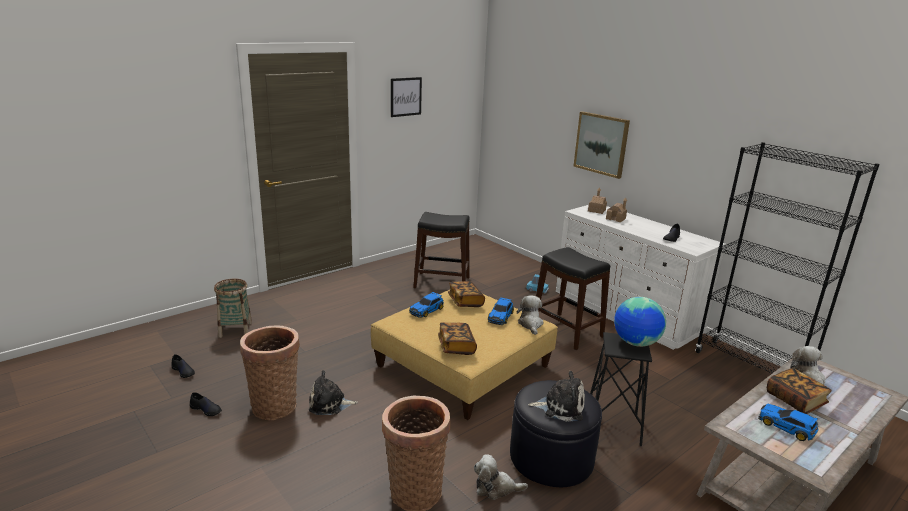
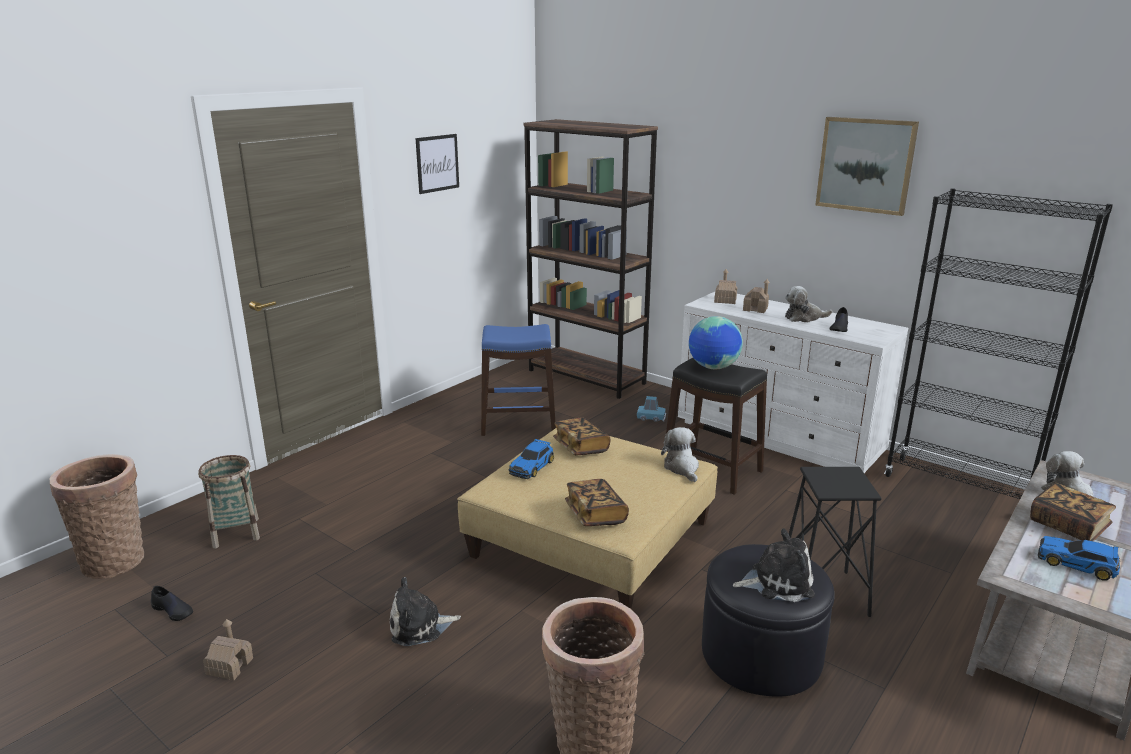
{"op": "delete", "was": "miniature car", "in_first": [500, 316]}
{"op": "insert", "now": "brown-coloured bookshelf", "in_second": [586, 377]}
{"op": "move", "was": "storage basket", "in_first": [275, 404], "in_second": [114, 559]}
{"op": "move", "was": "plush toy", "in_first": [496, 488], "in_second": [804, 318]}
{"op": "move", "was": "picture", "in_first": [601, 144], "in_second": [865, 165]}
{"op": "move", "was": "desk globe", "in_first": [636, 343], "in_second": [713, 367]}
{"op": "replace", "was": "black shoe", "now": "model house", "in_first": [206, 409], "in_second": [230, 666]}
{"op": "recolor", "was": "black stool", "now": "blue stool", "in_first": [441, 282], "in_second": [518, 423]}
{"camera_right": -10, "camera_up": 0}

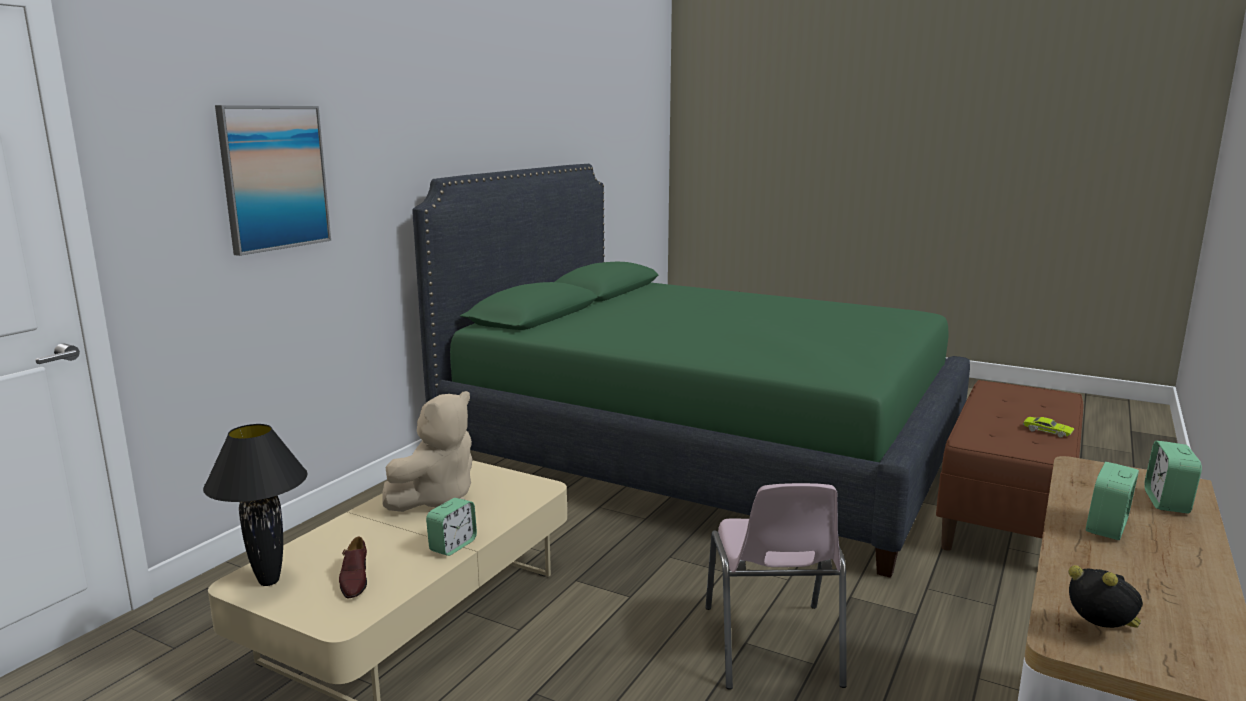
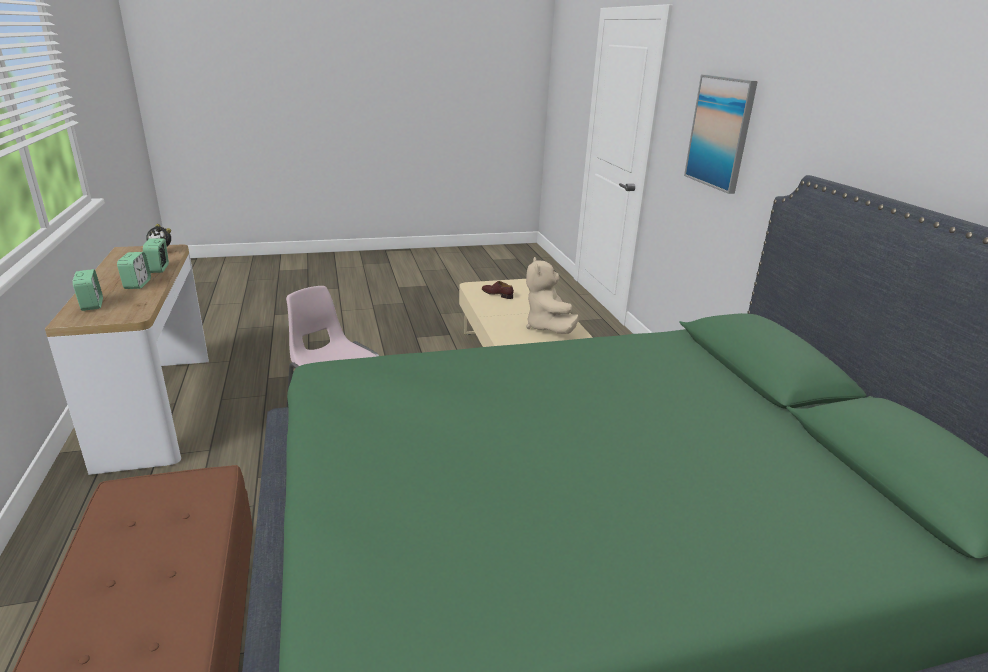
{"op": "delete", "was": "black tabletop lamp", "in_first": [270, 581]}
{"op": "delete", "was": "green-coloured miniature car", "in_first": [1047, 431]}
{"op": "move", "was": "alarm clock", "in_first": [453, 546], "in_second": [158, 269]}
{"camera_right": 135, "camera_up": 10}

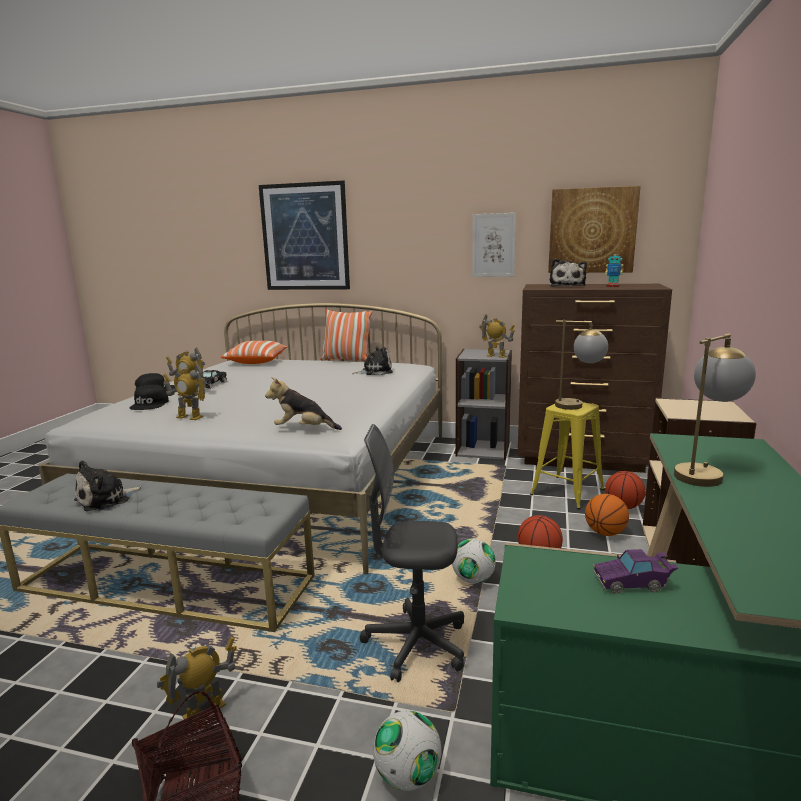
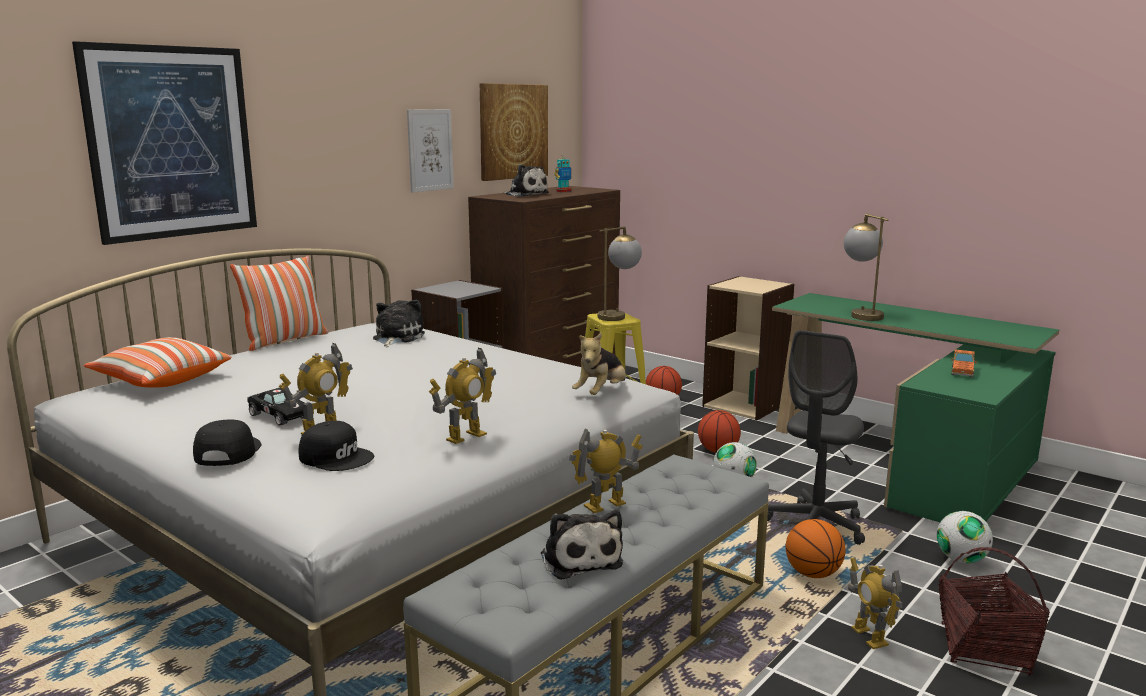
{"op": "move", "was": "robot figure", "in_first": [496, 356], "in_second": [605, 505]}
{"op": "move", "was": "basketball", "in_first": [605, 533], "in_second": [813, 574]}
{"op": "recolor", "was": "purplish miniature car", "now": "orange miniature car", "in_first": [633, 583], "in_second": [962, 371]}
{"camera_right": -65, "camera_up": 0}

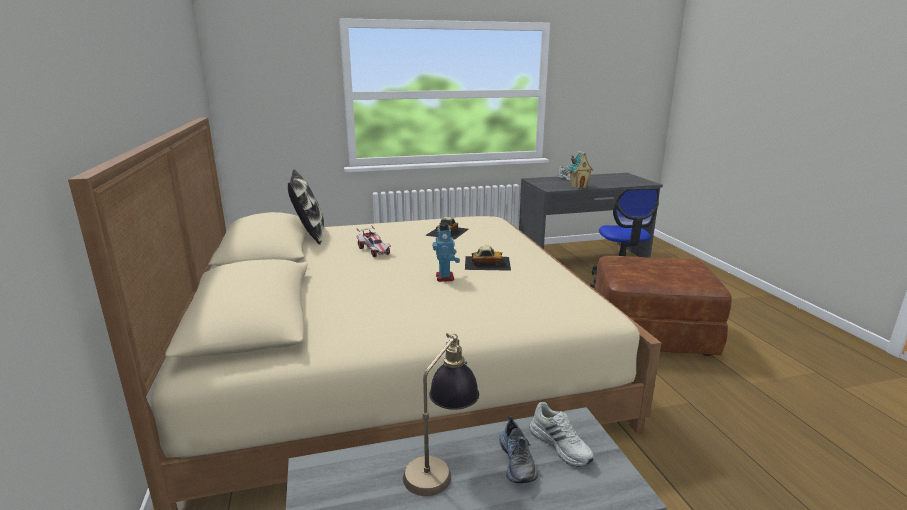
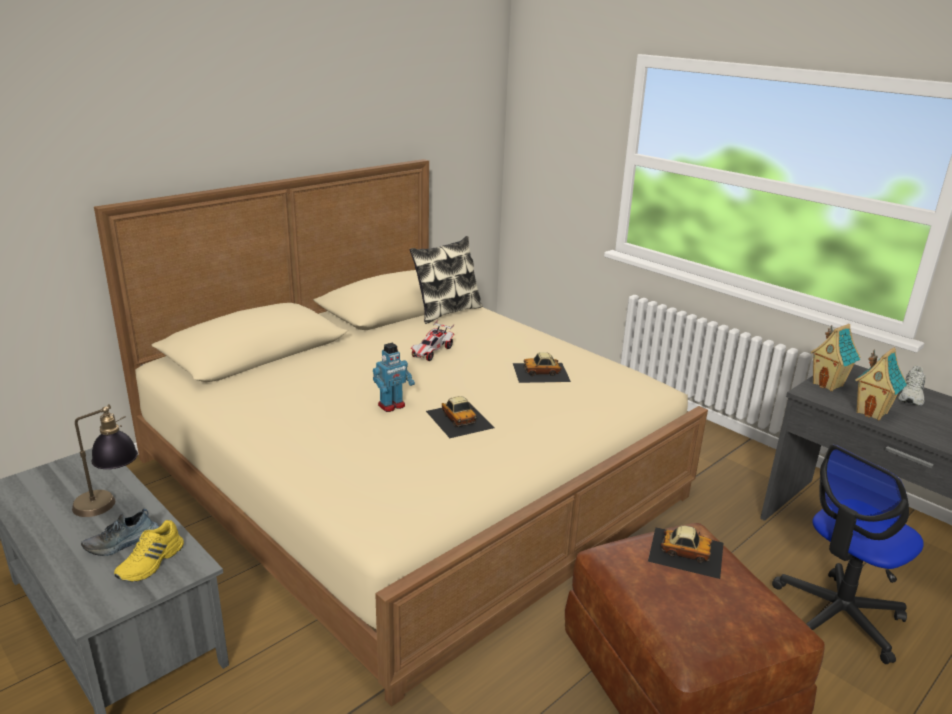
{"op": "insert", "now": "miniature car", "in_second": [686, 551]}
{"op": "insert", "now": "model house", "in_second": [828, 384]}
{"op": "recolor", "was": "white shoe", "now": "yellow shoe", "in_first": [561, 445], "in_second": [152, 563]}
{"camera_right": 60, "camera_up": 5}

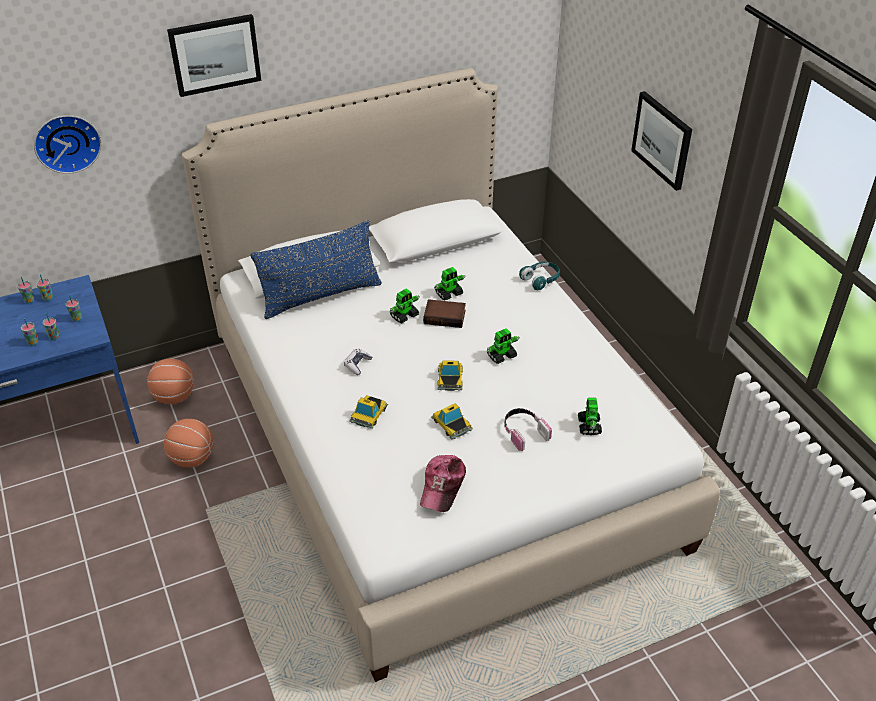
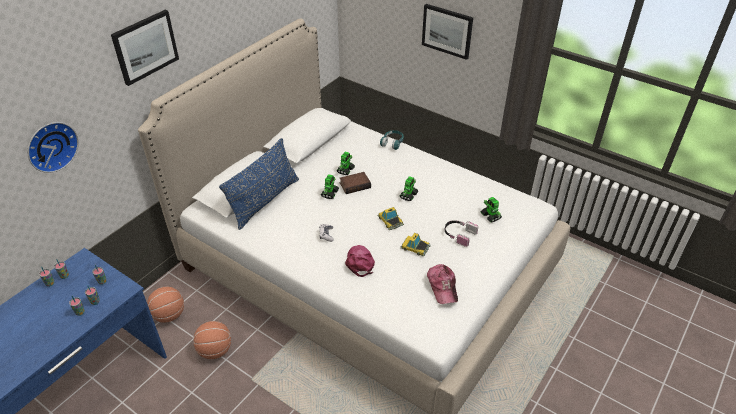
{"op": "replace", "was": "miniature car", "now": "pinkish cap", "in_first": [369, 414], "in_second": [360, 262]}
{"camera_right": -30, "camera_up": 0}

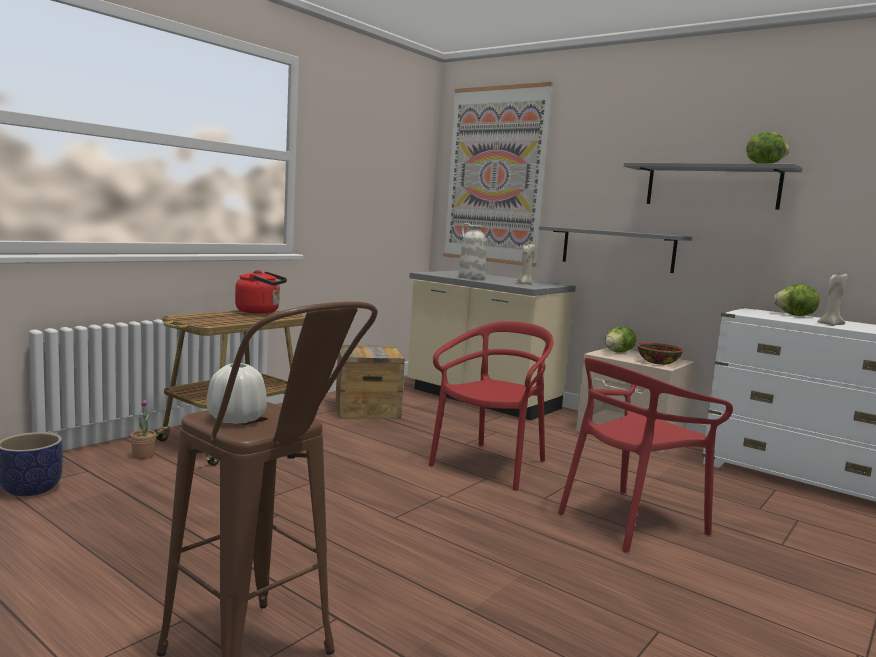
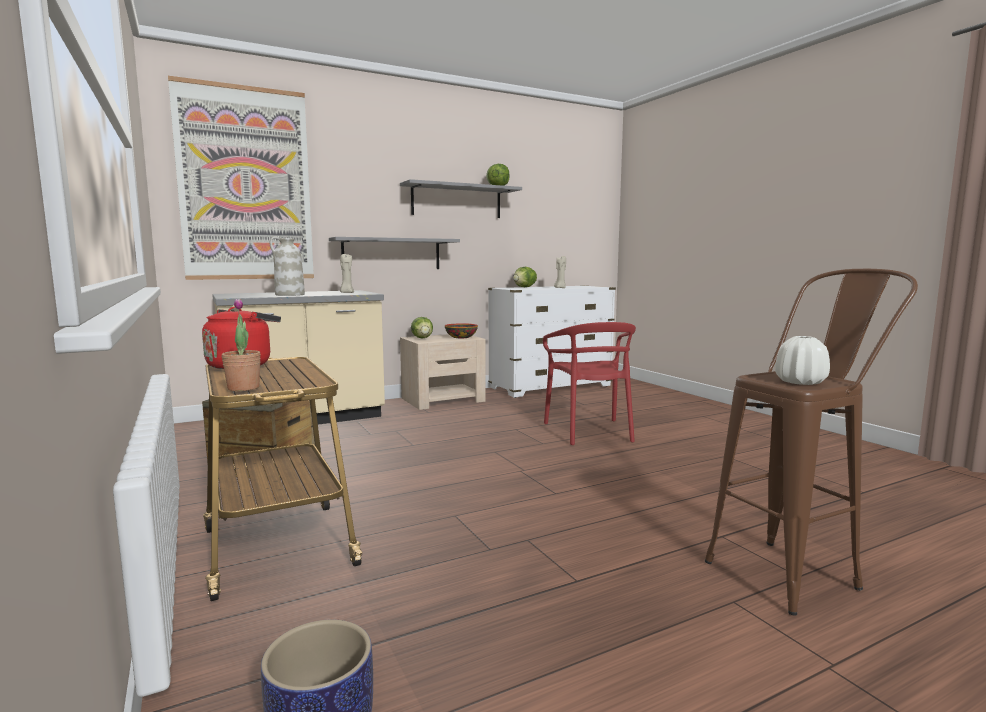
{"op": "delete", "was": "red-coloured chair", "in_first": [491, 465]}
{"op": "move", "was": "plant in a pot", "in_first": [143, 456], "in_second": [243, 388]}
{"camera_right": -65, "camera_up": 0}

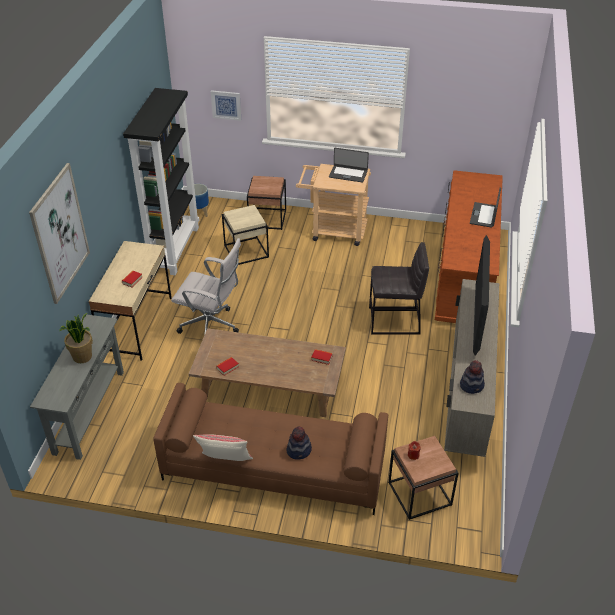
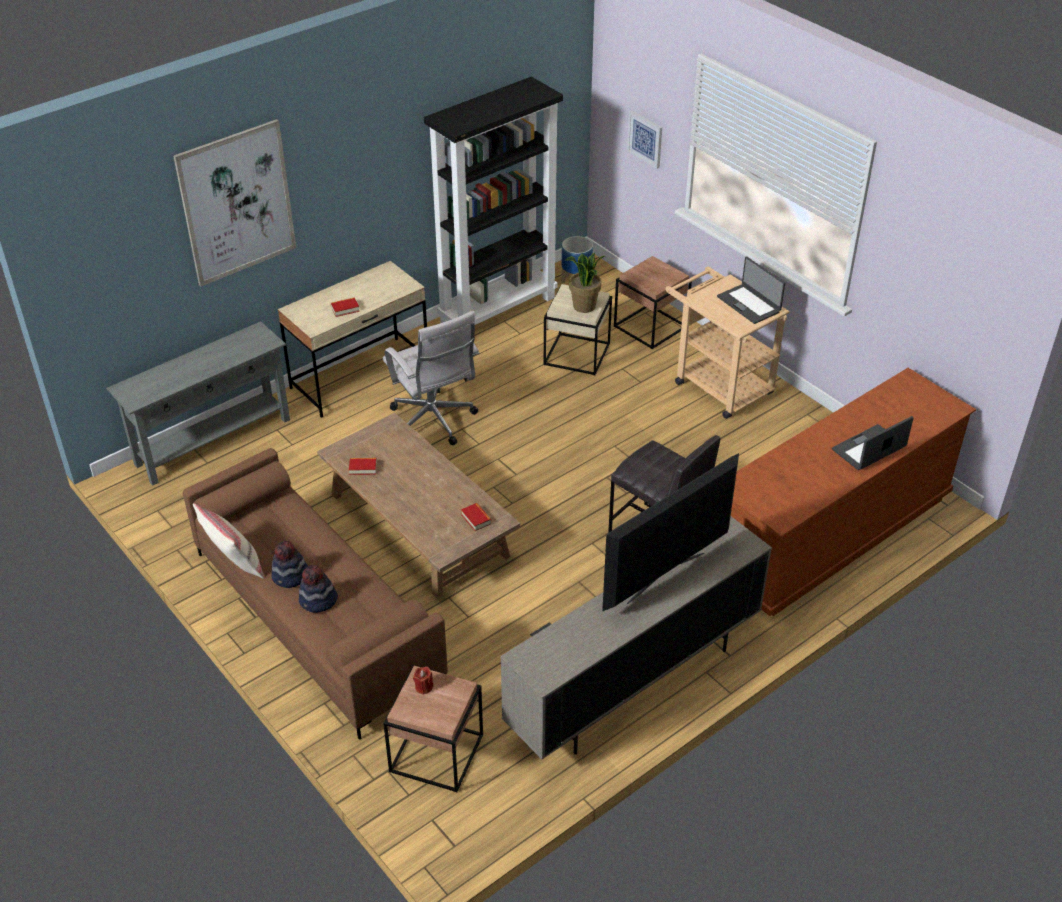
{"op": "move", "was": "plant in a pot", "in_first": [82, 357], "in_second": [584, 306]}
{"op": "move", "was": "wearable hat", "in_first": [472, 385], "in_second": [290, 576]}
{"camera_right": 40, "camera_up": 0}

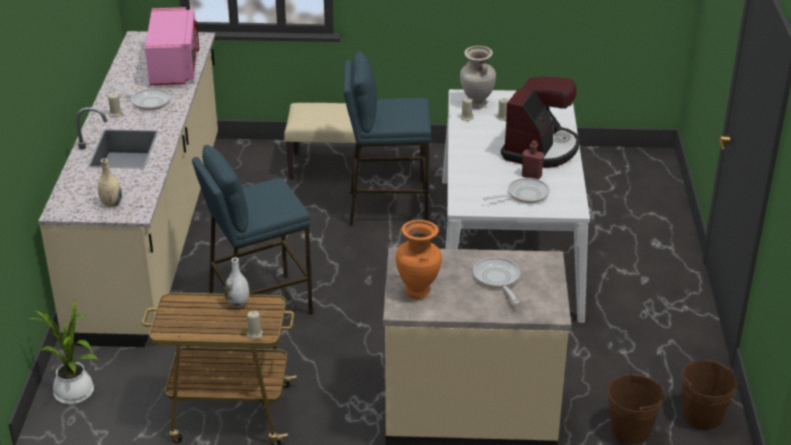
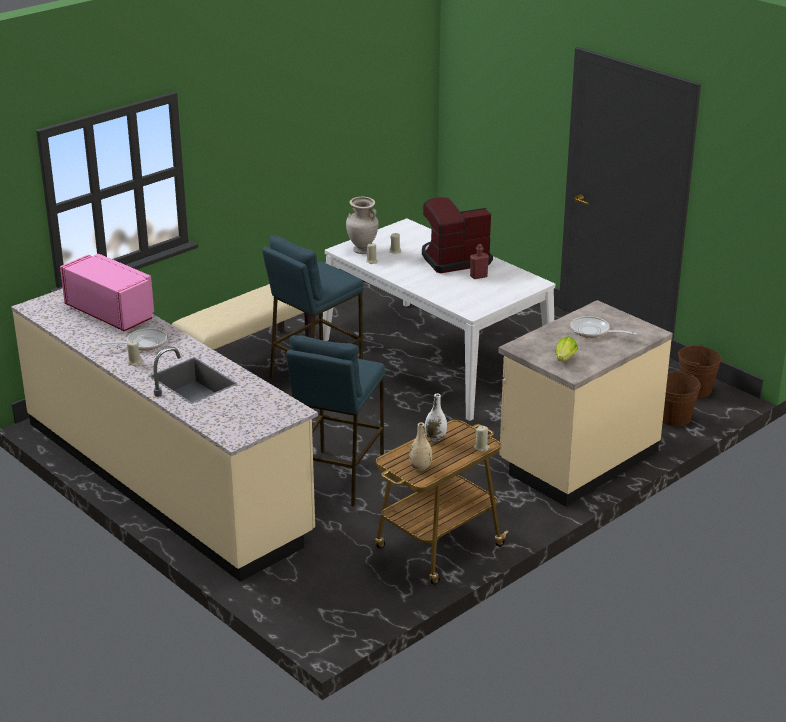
{"op": "delete", "was": "plant in a pot", "in_first": [76, 395]}
{"op": "delete", "was": "frying pan", "in_first": [524, 195]}
{"op": "move", "was": "sand-coloured vase", "in_first": [111, 203], "in_second": [420, 467]}
{"op": "replace", "was": "orange vase", "now": "lettuce head", "in_first": [418, 292], "in_second": [564, 360]}
{"op": "rotate", "was": "coffee machine", "in_first": [540, 149], "in_second": [454, 259], "clockwise": -90}
{"camera_right": -45, "camera_up": -5}

